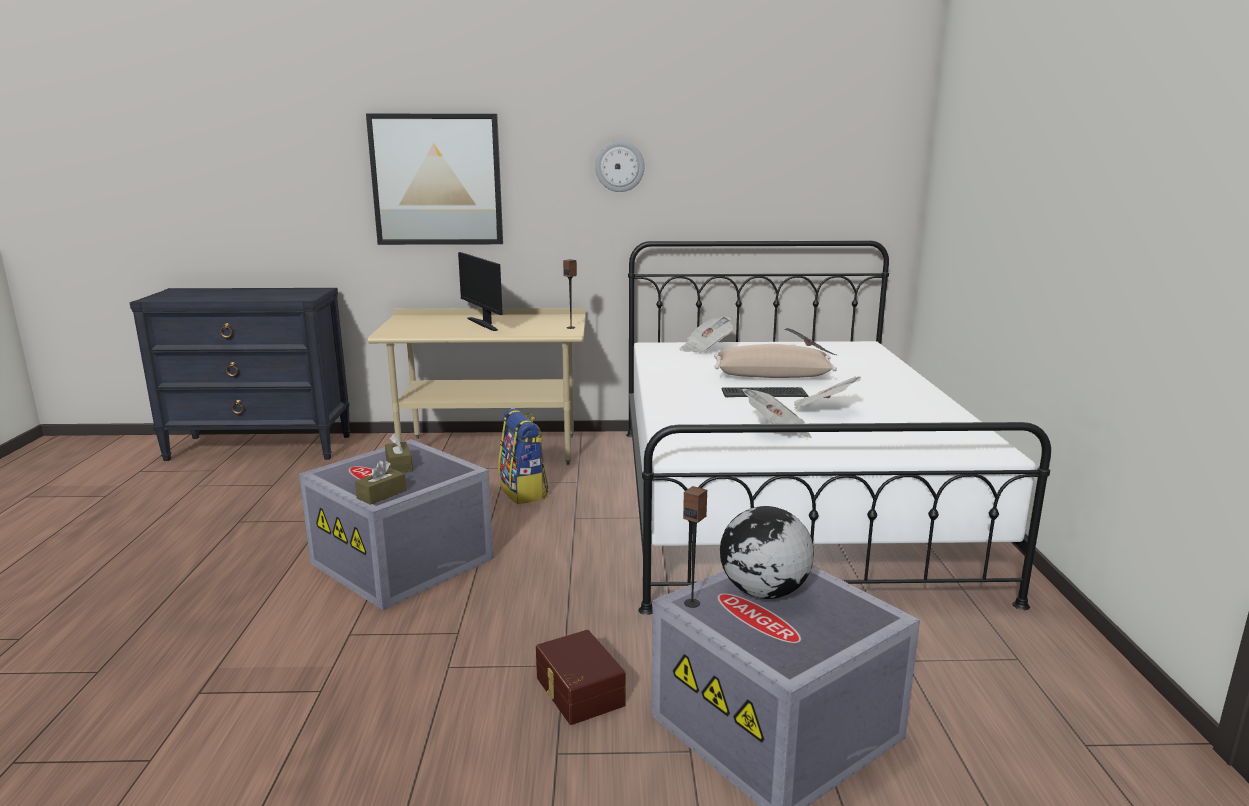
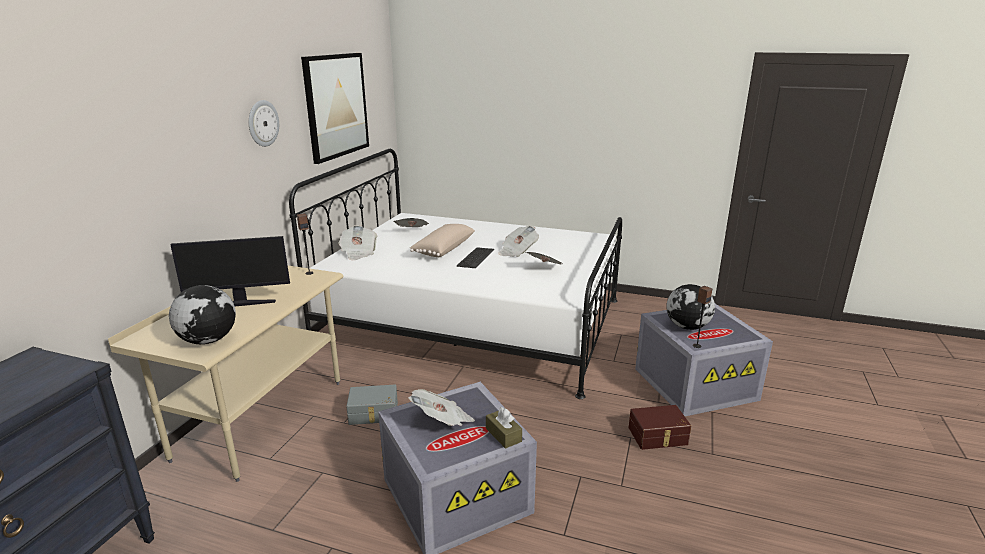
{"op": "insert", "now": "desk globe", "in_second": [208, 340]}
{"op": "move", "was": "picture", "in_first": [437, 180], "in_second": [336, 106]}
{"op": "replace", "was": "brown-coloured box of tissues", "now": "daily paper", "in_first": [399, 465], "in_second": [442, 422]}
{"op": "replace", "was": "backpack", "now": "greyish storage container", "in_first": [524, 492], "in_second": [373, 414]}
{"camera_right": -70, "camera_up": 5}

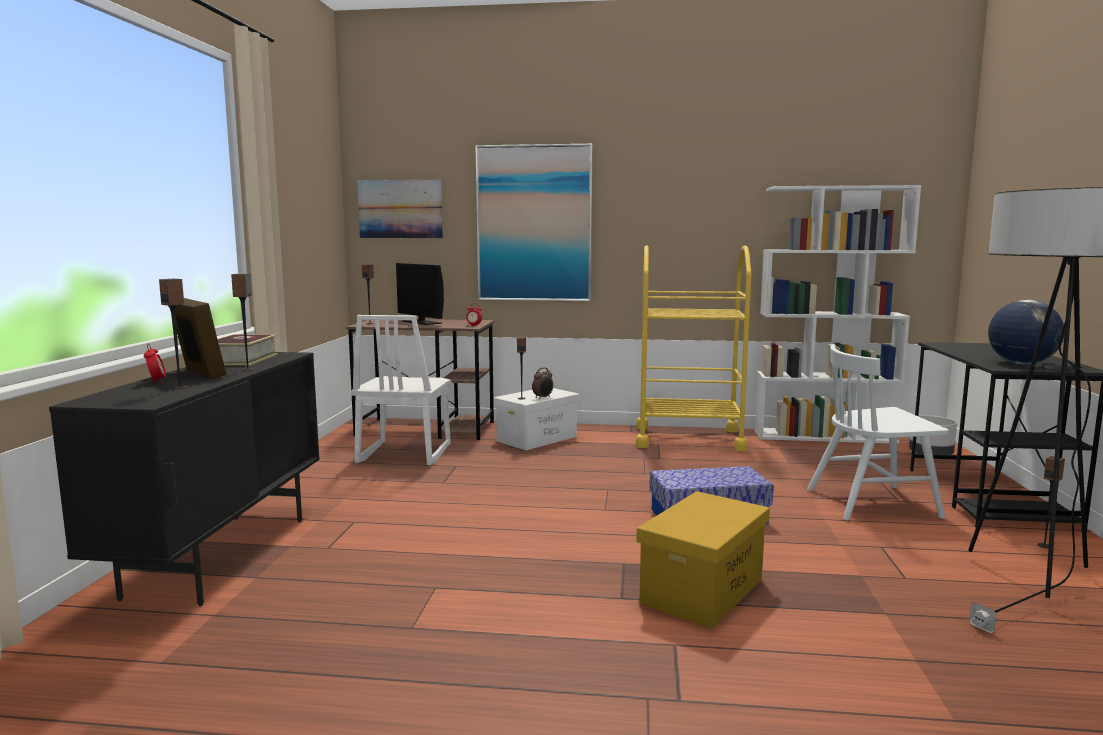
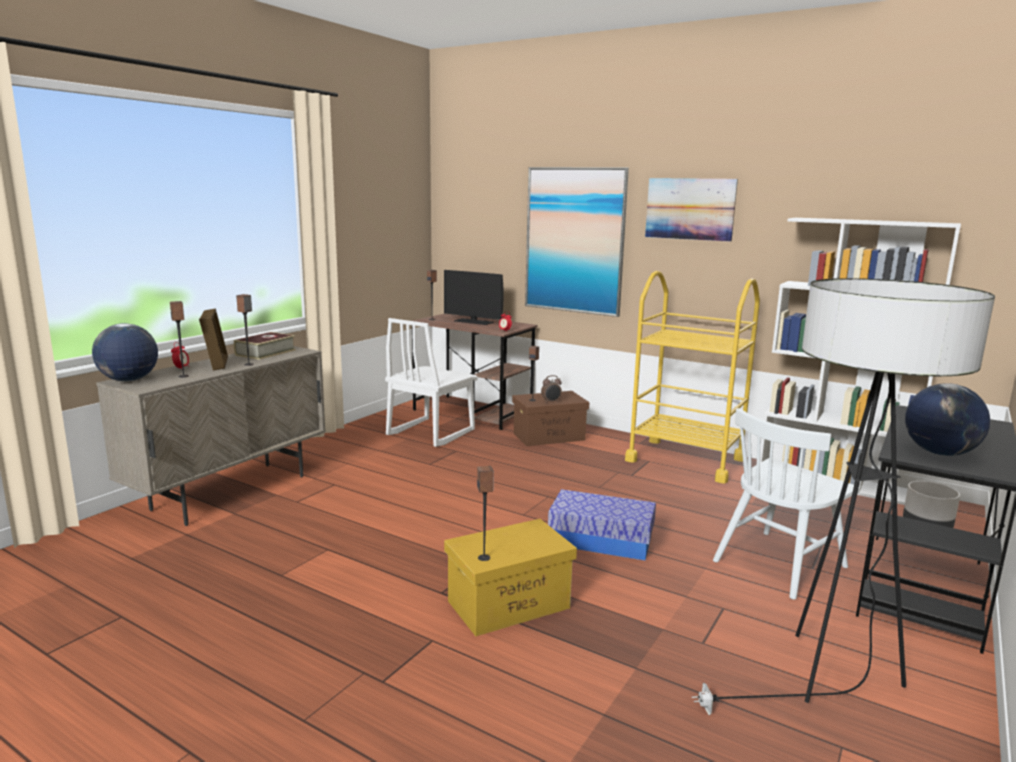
{"op": "insert", "now": "desk globe", "in_second": [128, 380]}
{"op": "move", "was": "picture", "in_first": [400, 209], "in_second": [689, 209]}
{"op": "move", "was": "audio speaker", "in_first": [1044, 546], "in_second": [484, 558]}
{"op": "recolor", "was": "black cupboard", "now": "sand-coloured cupboard", "in_first": [221, 556], "in_second": [231, 492]}
{"op": "recolor", "was": "white storage container", "now": "brown-coloured storage container", "in_first": [537, 438], "in_second": [549, 436]}
{"op": "rotate", "was": "monitor", "in_first": [421, 322], "in_second": [473, 321], "clockwise": -45}
{"op": "rotate", "was": "white chair", "in_first": [872, 503], "in_second": [779, 563], "clockwise": -60}
{"camera_right": 25, "camera_up": 5}

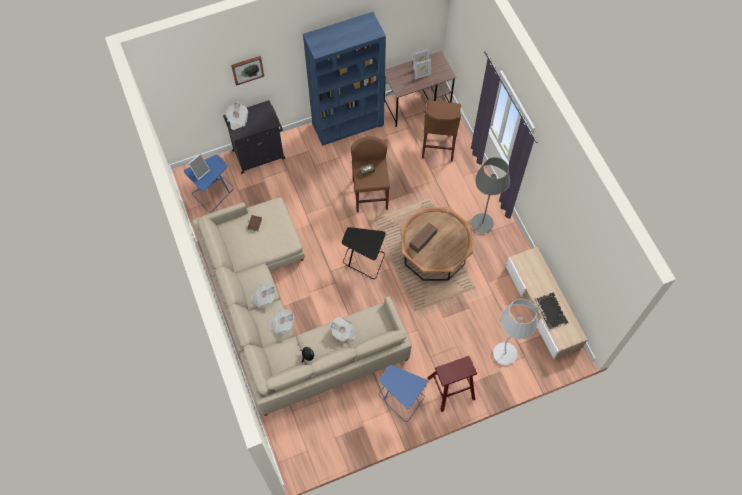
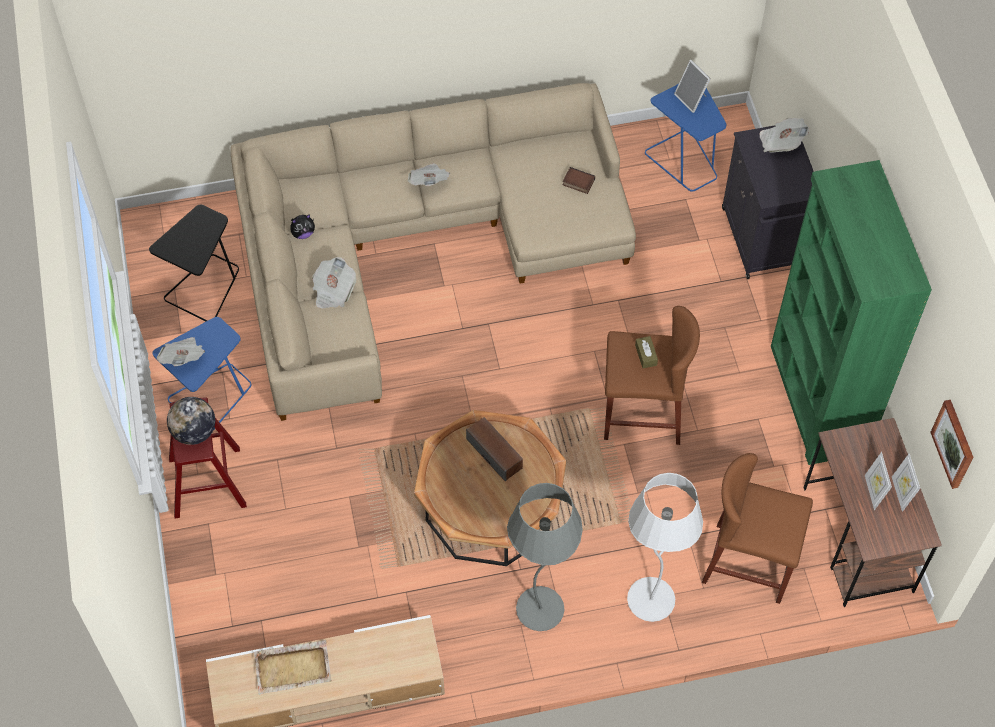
{"op": "insert", "now": "desk globe", "in_second": [194, 432]}
{"op": "move", "was": "picture", "in_first": [247, 69], "in_second": [954, 443]}
{"op": "move", "was": "daily paper", "in_first": [282, 324], "in_second": [183, 358]}
{"op": "move", "was": "black accent table", "in_first": [364, 261], "in_second": [205, 288]}
{"op": "move", "was": "white floor lamp", "in_first": [505, 354], "in_second": [650, 601]}
{"op": "recolor", "was": "blue bookshelf", "now": "green-coloured bookshelf", "in_first": [348, 124], "in_second": [817, 399]}
{"op": "recolor", "was": "black serving tray", "now": "sand-coloured serving tray", "in_first": [551, 311], "in_second": [293, 668]}
{"camera_right": 100, "camera_up": -5}

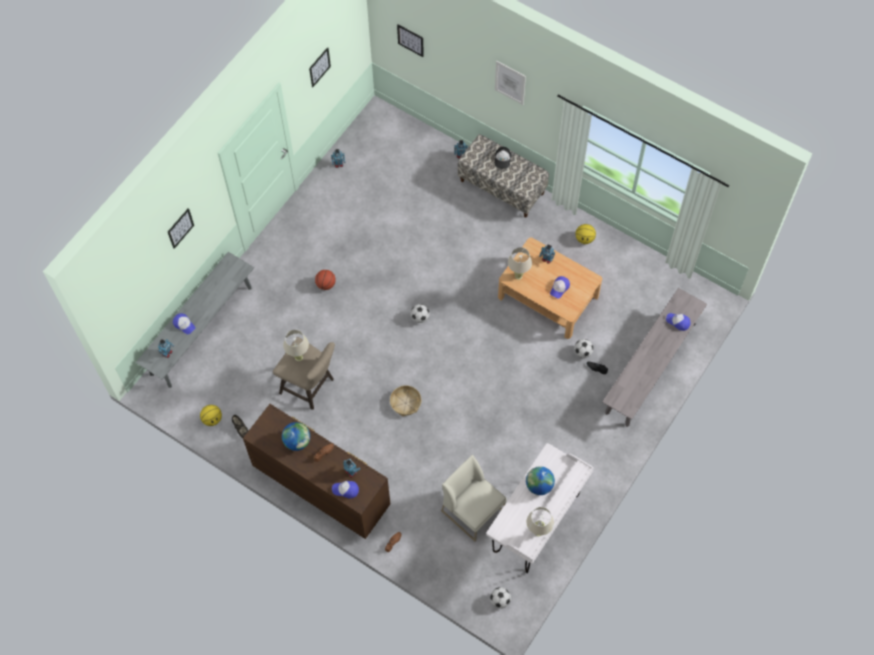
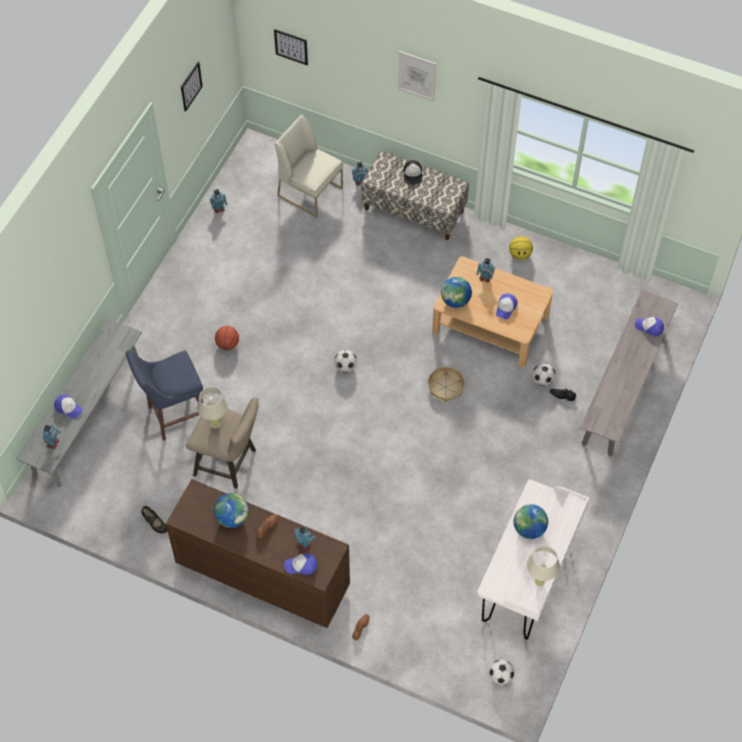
{"op": "delete", "was": "picture", "in_first": [180, 228]}
{"op": "delete", "was": "basketball", "in_first": [212, 419]}
{"op": "insert", "now": "blue stool", "in_second": [174, 416]}
{"op": "move", "was": "storage basket", "in_first": [405, 403], "in_second": [445, 387]}
{"op": "move", "was": "white chair", "in_first": [473, 511], "in_second": [311, 191]}
{"op": "replace", "was": "sand-coloured tabletop lamp", "now": "desk globe", "in_first": [518, 276], "in_second": [455, 301]}
{"camera_right": -10, "camera_up": -5}

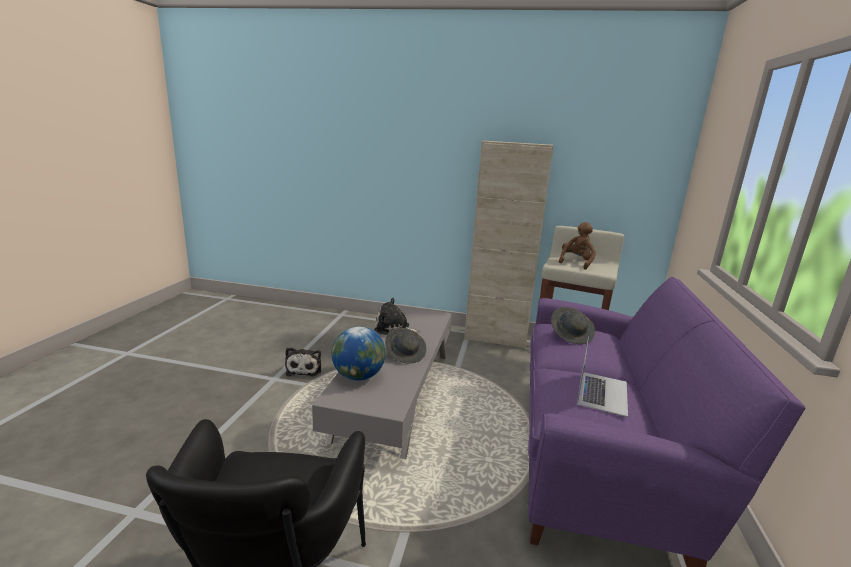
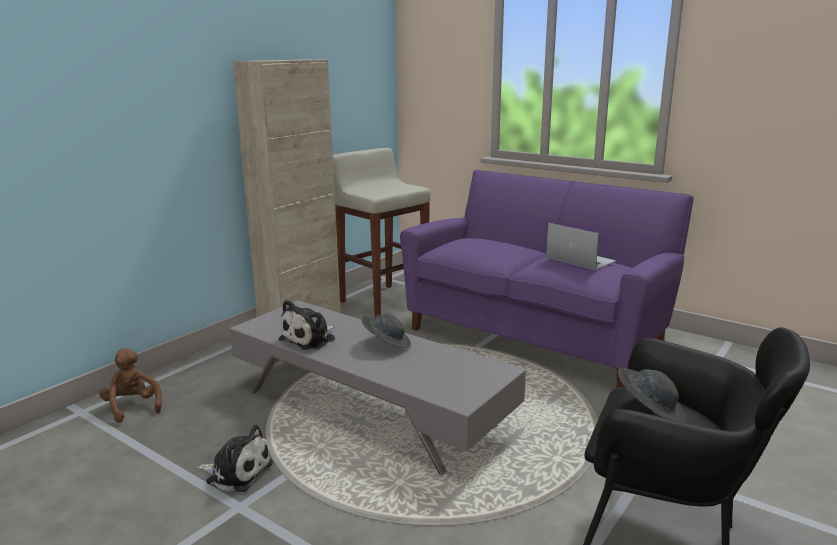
{"op": "delete", "was": "desk globe", "in_first": [358, 376]}
{"op": "move", "was": "greyish wearable hat", "in_first": [571, 335], "in_second": [649, 411]}
{"op": "move", "was": "brown-coloured plush toy", "in_first": [576, 263], "in_second": [133, 407]}
{"camera_right": -65, "camera_up": 0}

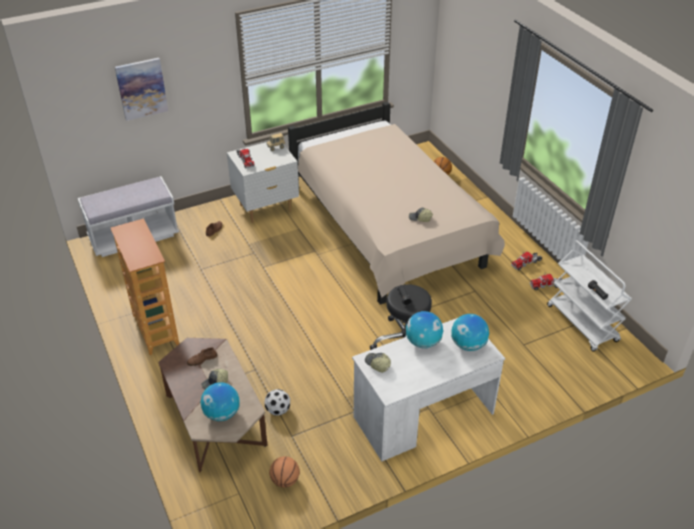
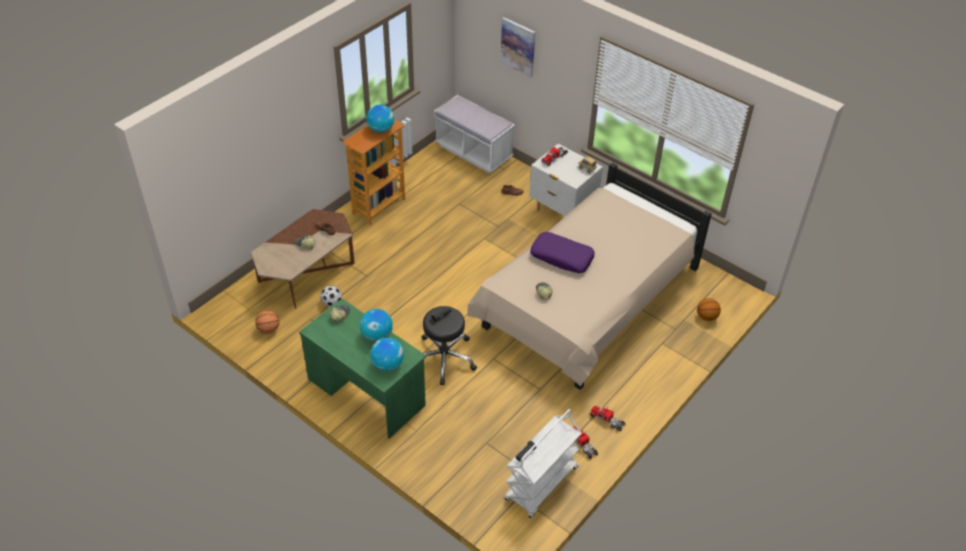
{"op": "insert", "now": "purplish pillow", "in_second": [562, 257]}
{"op": "move", "was": "desk globe", "in_first": [221, 414], "in_second": [380, 129]}
{"op": "recolor", "was": "white desk unit", "now": "green-coloured desk unit", "in_first": [423, 415], "in_second": [366, 392]}
{"camera_right": 65, "camera_up": 5}

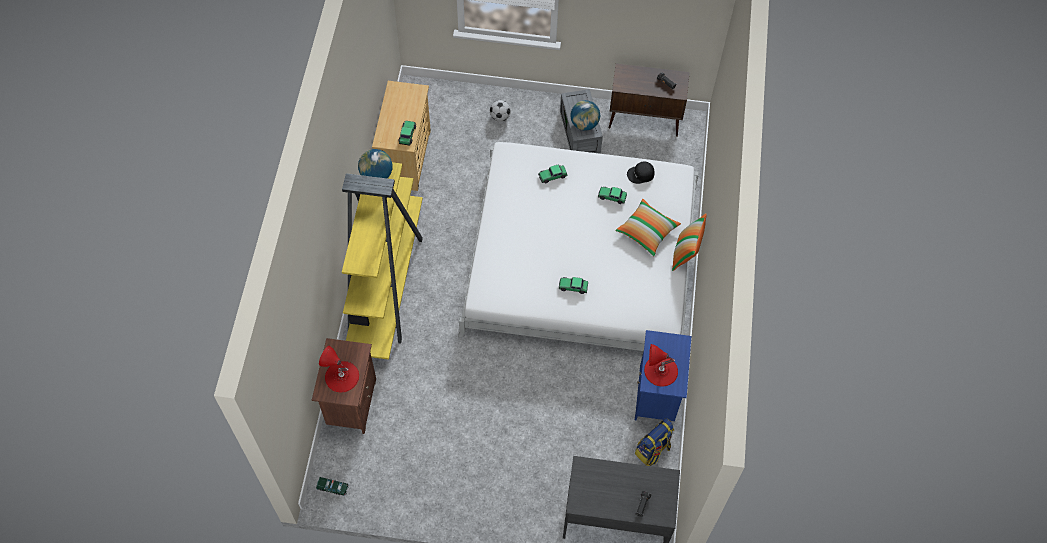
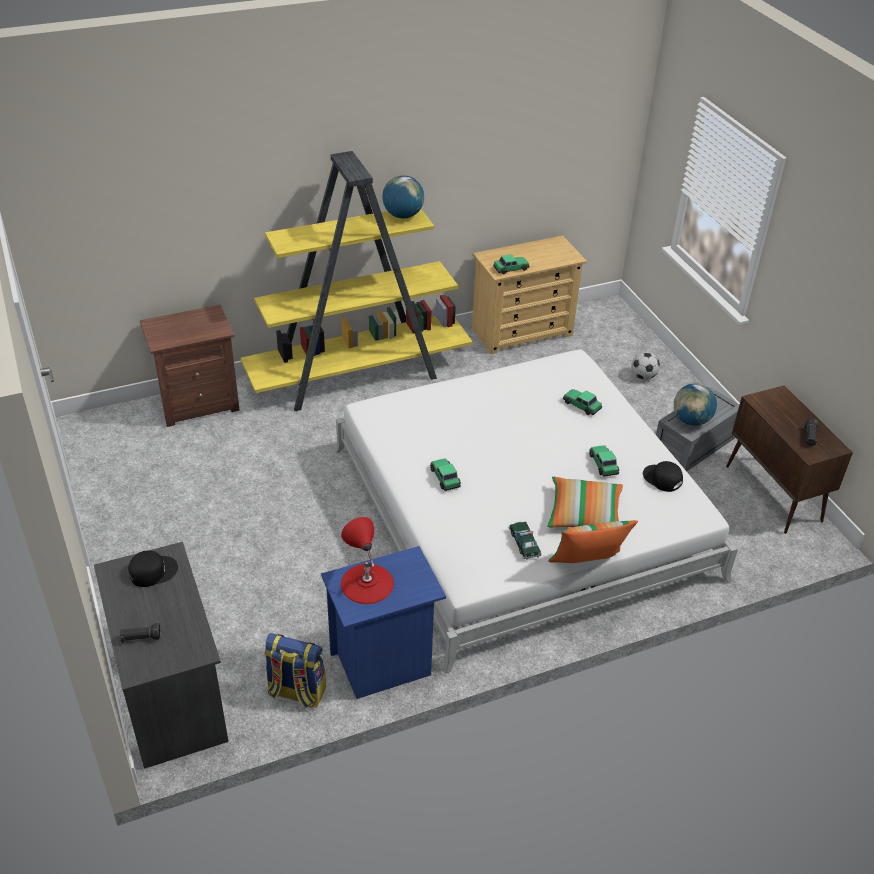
{"op": "delete", "was": "red-coloured tabletop lamp", "in_first": [341, 376]}
{"op": "insert", "now": "black cap", "in_second": [152, 571]}
{"op": "move", "was": "miniature car", "in_first": [332, 487], "in_second": [524, 543]}
{"camera_right": 60, "camera_up": -20}

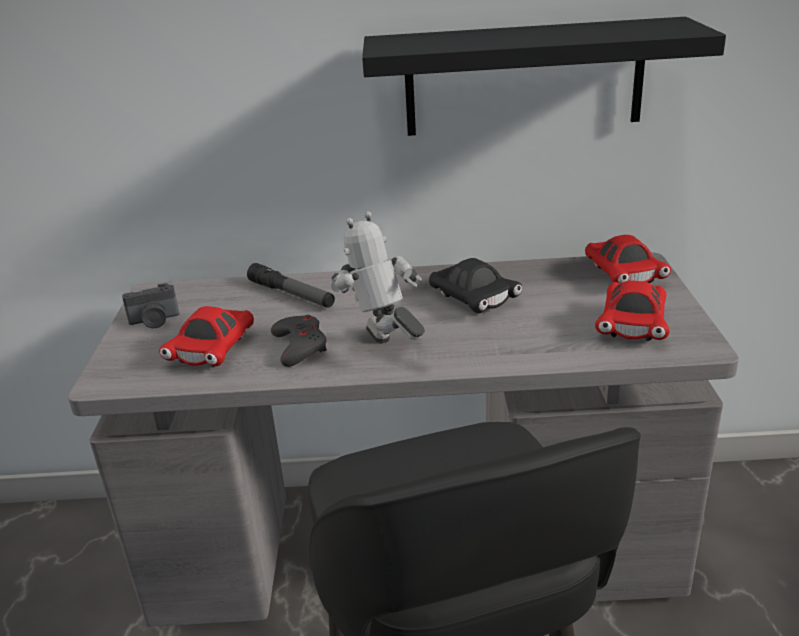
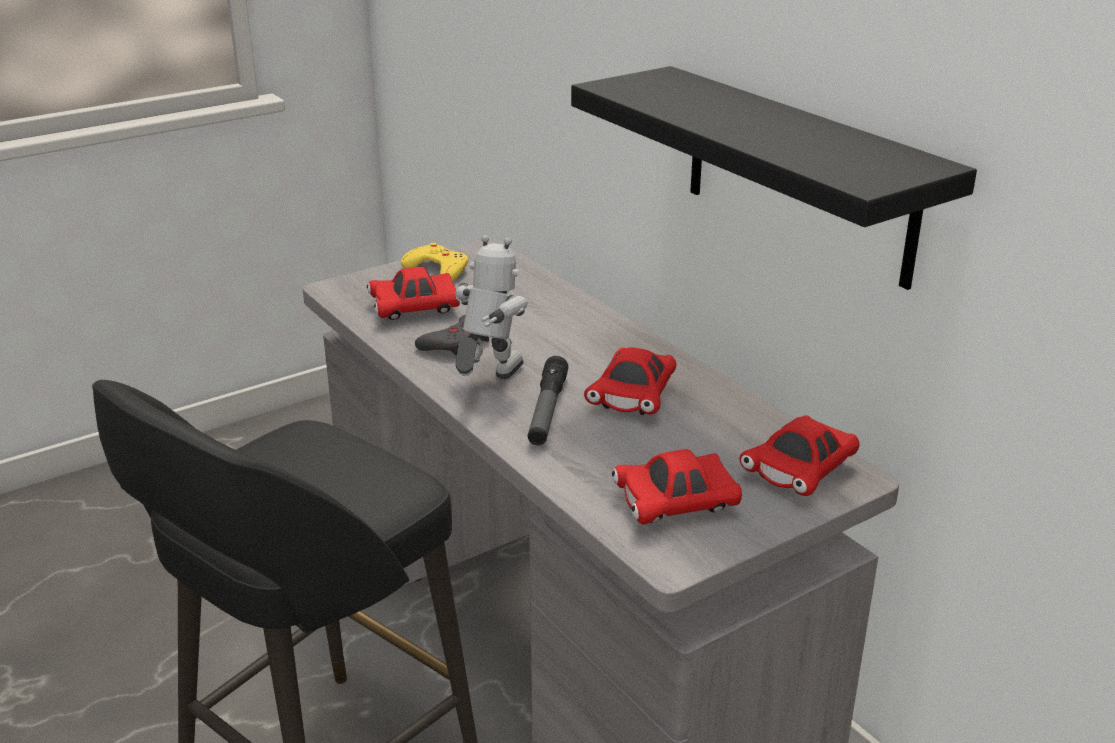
{"op": "move", "was": "hand torch", "in_first": [291, 294], "in_second": [547, 411]}
{"op": "replace", "was": "still camera", "now": "yellow gamepad", "in_first": [154, 321], "in_second": [438, 269]}
{"op": "recolor", "was": "black miniature car", "now": "red-coloured miniature car", "in_first": [473, 300], "in_second": [633, 397]}
{"camera_right": 55, "camera_up": 0}

